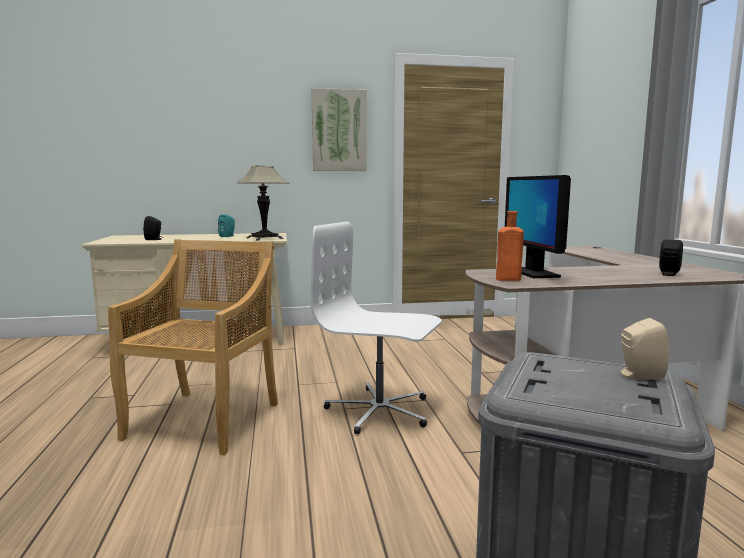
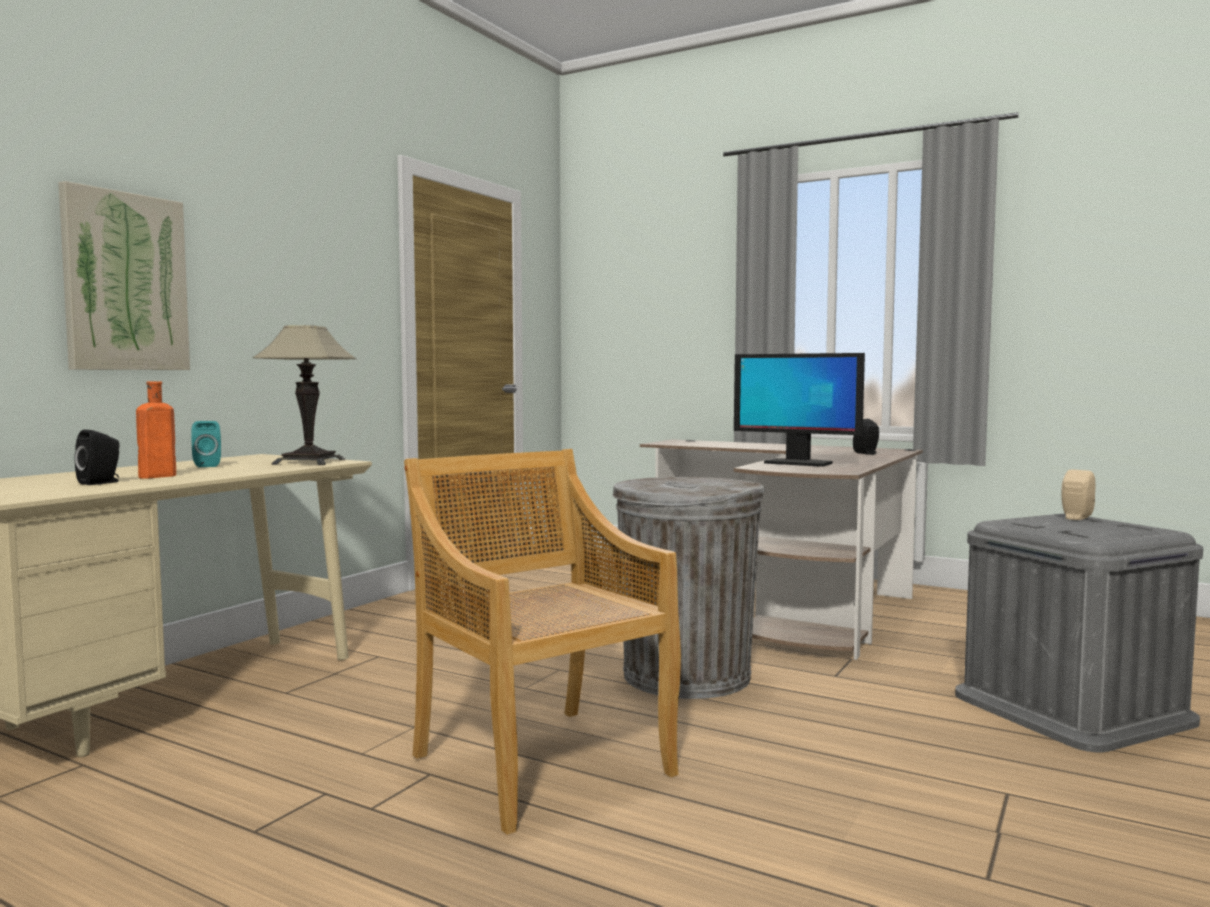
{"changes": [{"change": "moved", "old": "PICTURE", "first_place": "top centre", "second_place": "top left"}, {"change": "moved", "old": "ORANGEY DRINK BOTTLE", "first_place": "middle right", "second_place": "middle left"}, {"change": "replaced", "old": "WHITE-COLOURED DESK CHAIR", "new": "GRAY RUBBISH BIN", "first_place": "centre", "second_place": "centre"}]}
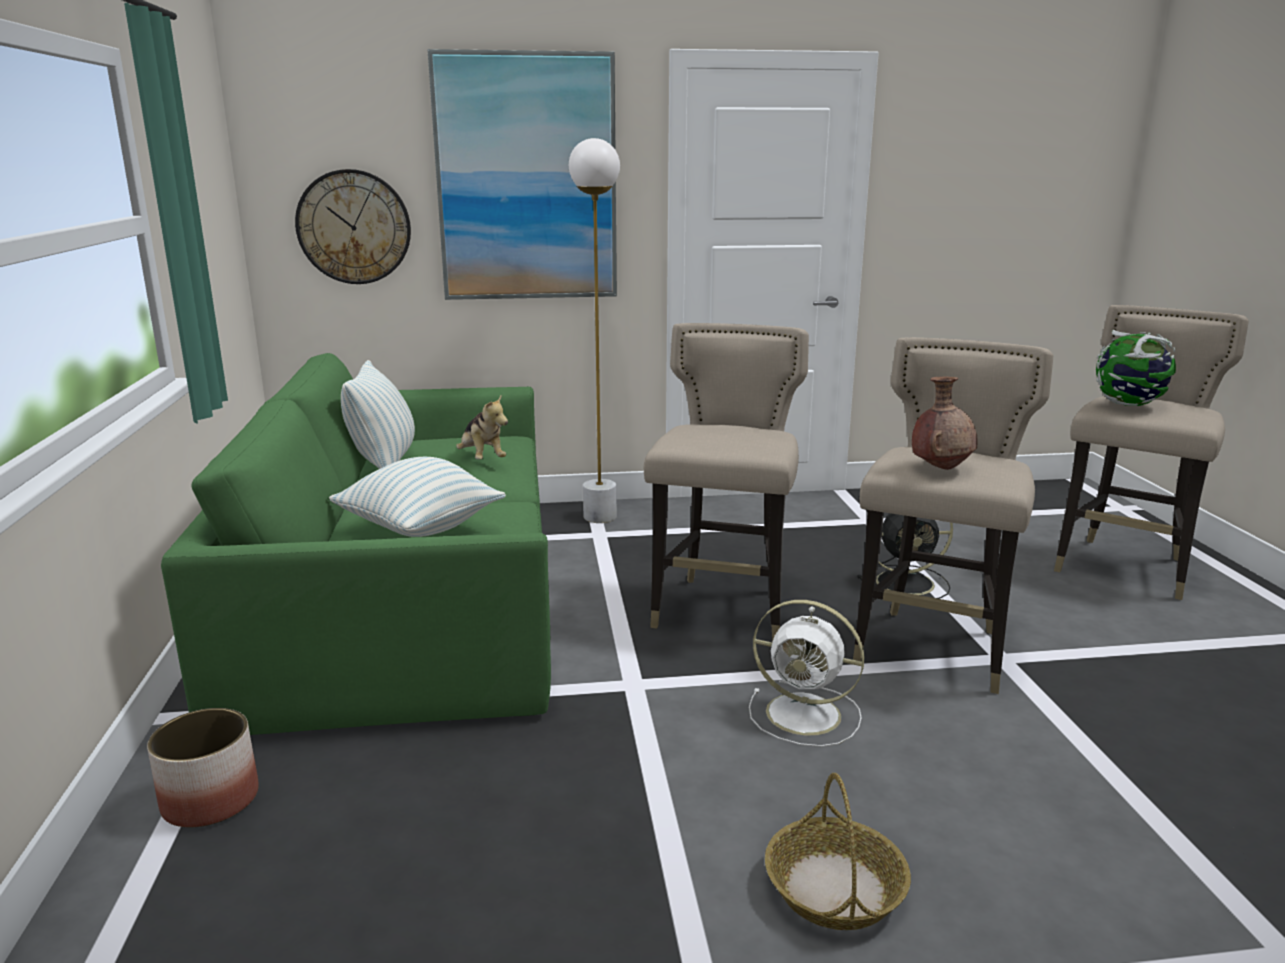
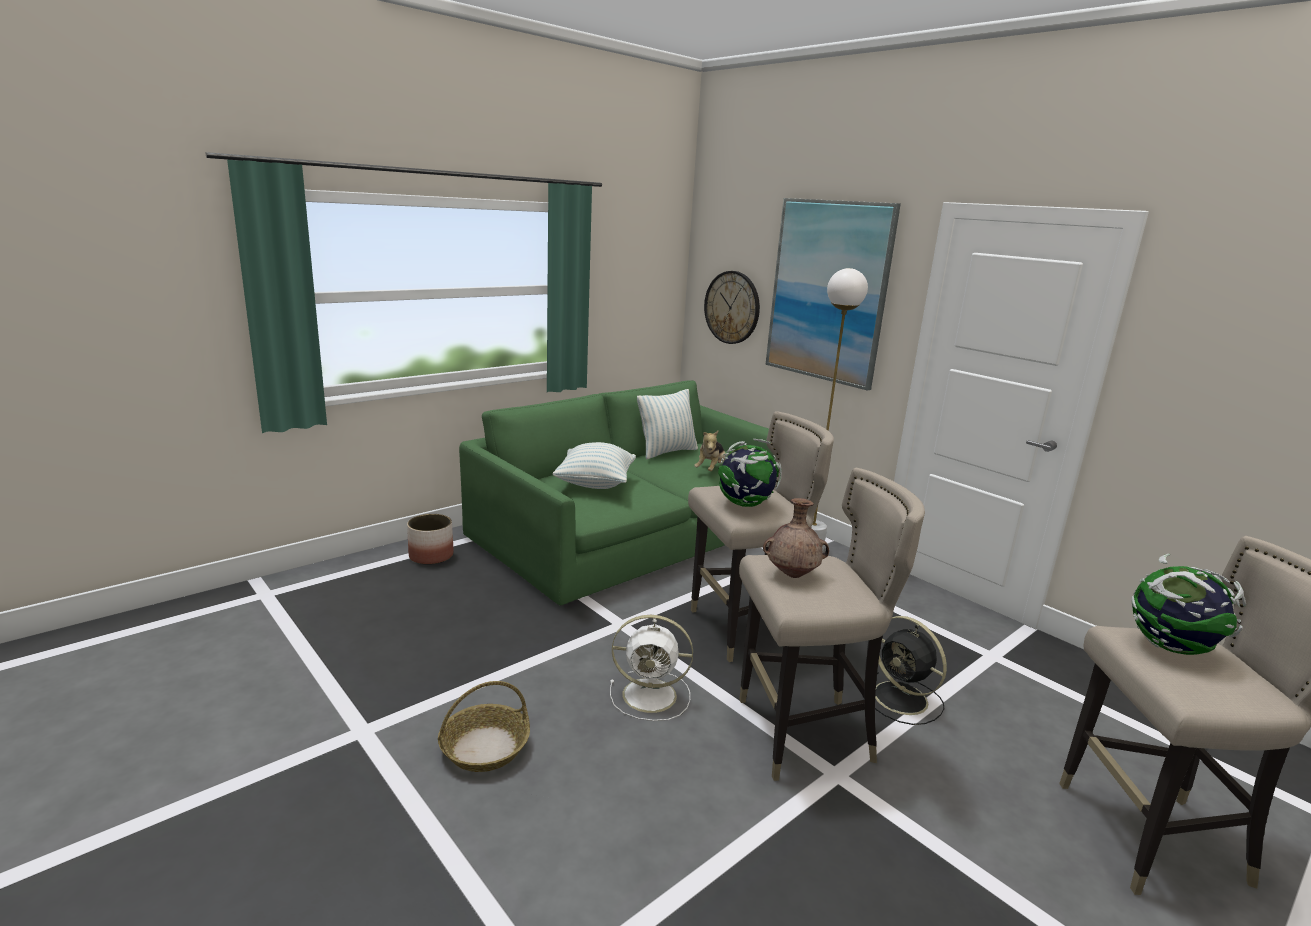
{"changes": [{"change": "turned", "old": "WHITE-COLOURED COOLING FAN", "first_place": "bottom centre", "second_place": "bottom centre", "degrees": -75}, {"change": "added", "new": "DESK GLOBE (1st from left)", "second_place": "centre"}]}
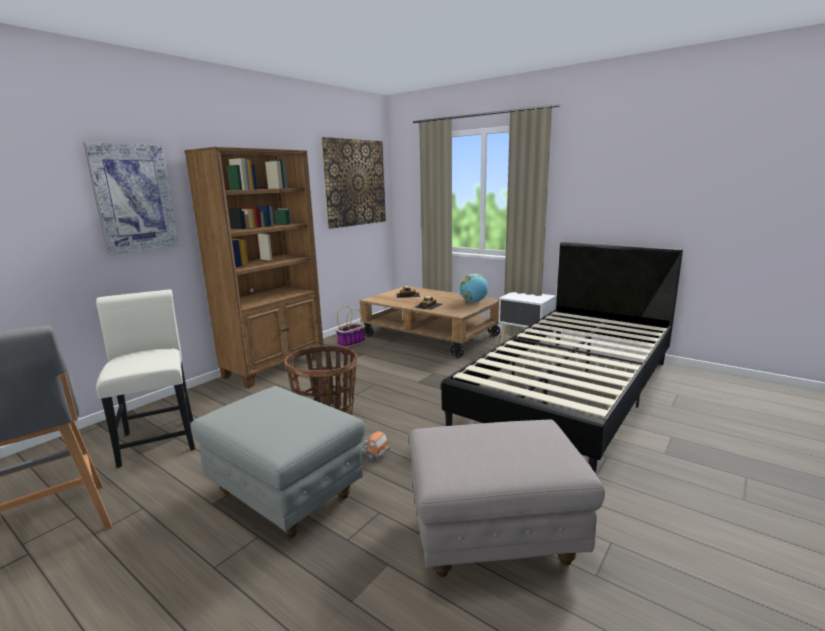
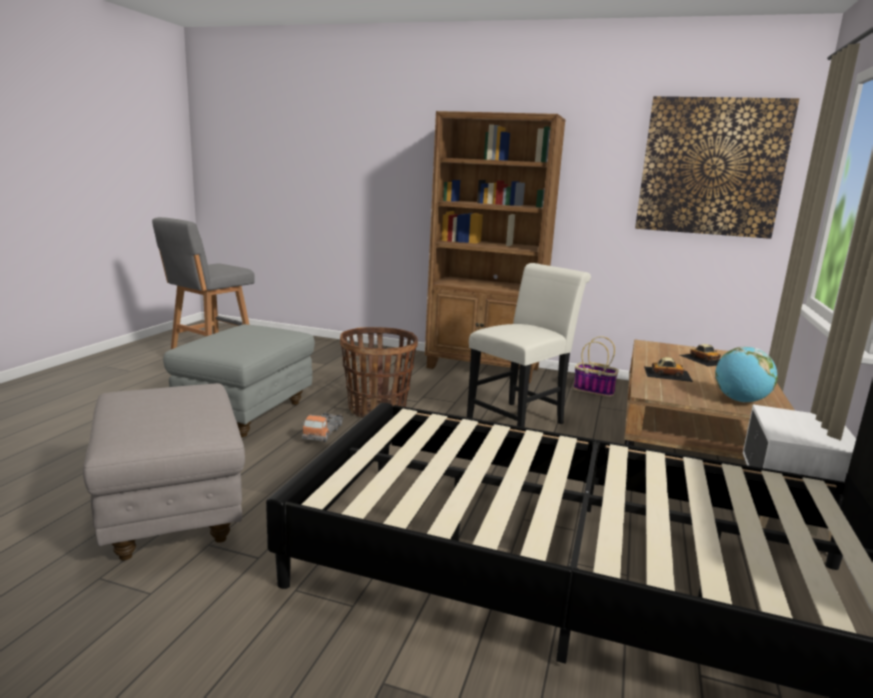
{"changes": [{"change": "moved", "old": "WHITE-COLOURED CHAIR", "first_place": "middle left", "second_place": "centre"}, {"change": "removed", "old": "PICTURE (1st from left)", "first_place": "top left"}]}
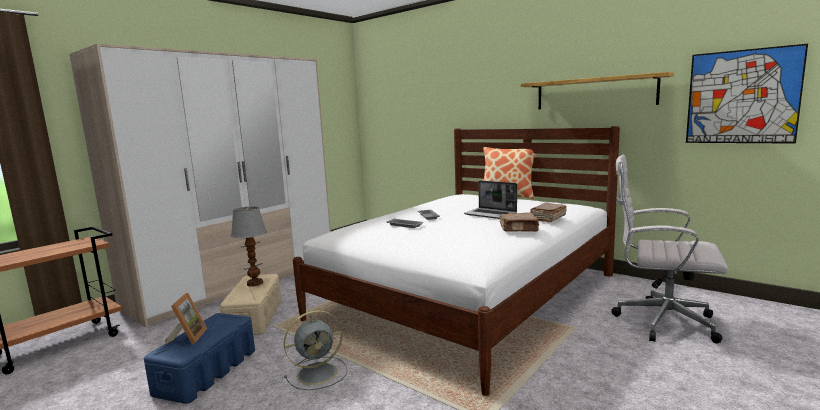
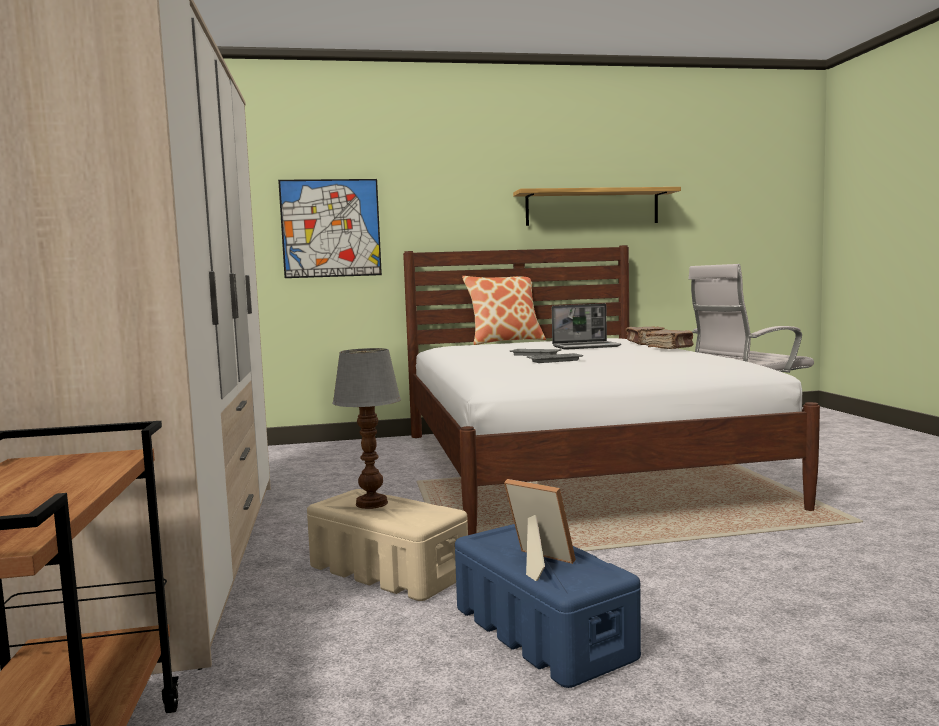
{"changes": [{"change": "moved", "old": "PICTURE", "first_place": "top right", "second_place": "top centre"}, {"change": "removed", "old": "GRAY COOLING FAN", "first_place": "bottom centre"}]}
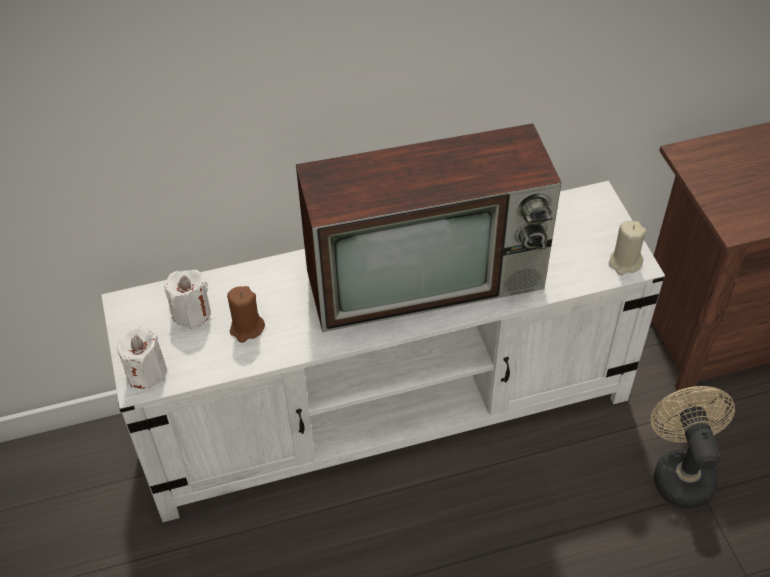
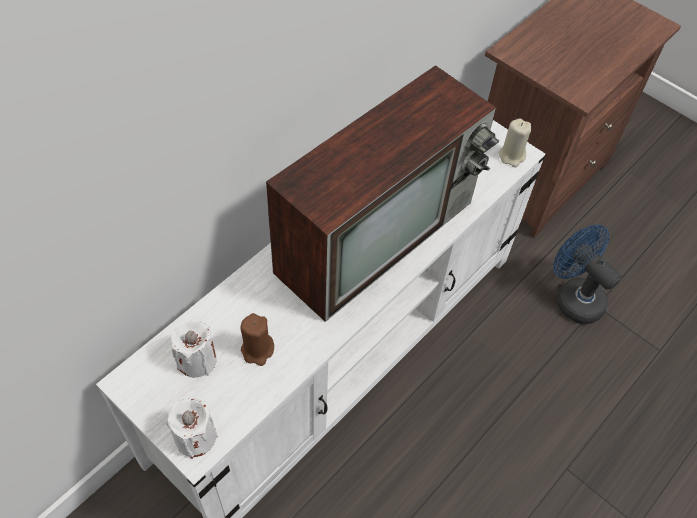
{"changes": [{"change": "recoloured", "old": "BEIGE-COLOURED COOLING FAN", "new": "BLUISH COOLING FAN", "first_place": "bottom right", "second_place": "middle right"}]}
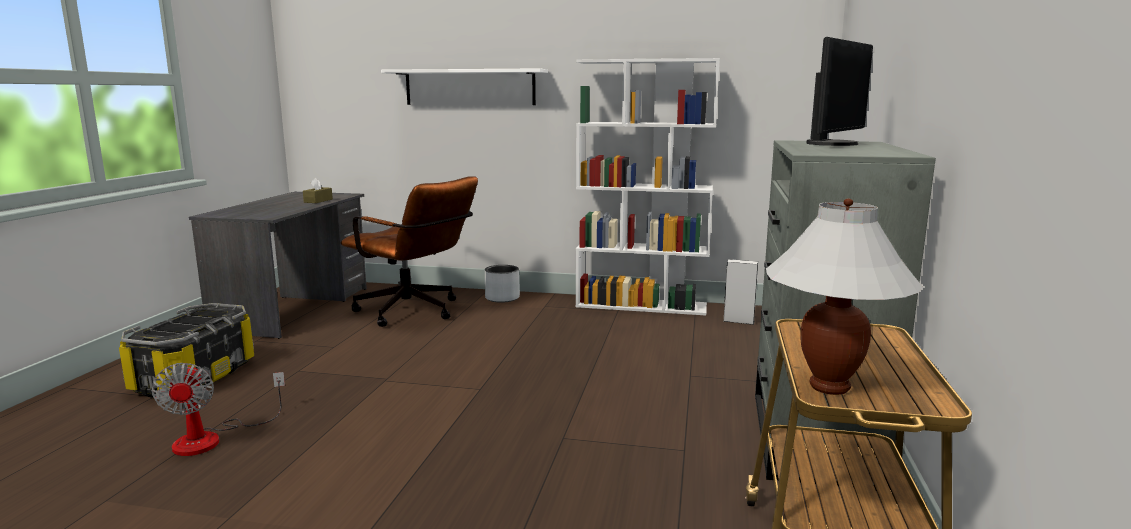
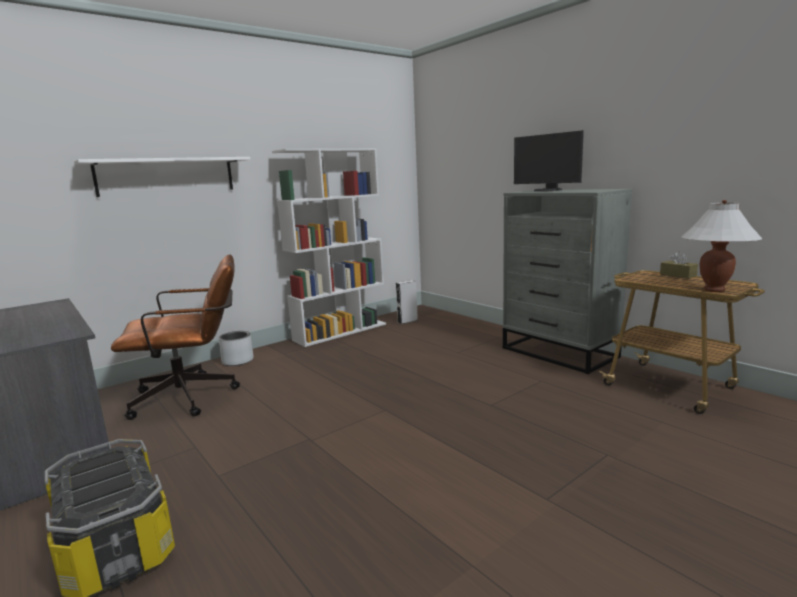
{"changes": [{"change": "turned", "old": "COMPUTER SCREEN", "first_place": "top right", "second_place": "top right", "degrees": 150}, {"change": "moved", "old": "BROWN-COLOURED TISSUE HOLDER", "first_place": "middle left", "second_place": "middle right"}, {"change": "removed", "old": "COOLING FAN", "first_place": "bottom left"}]}
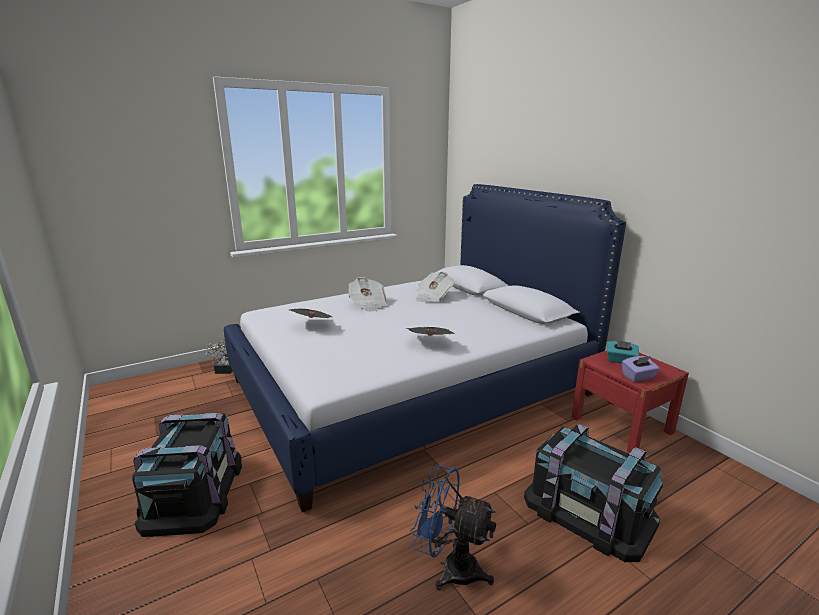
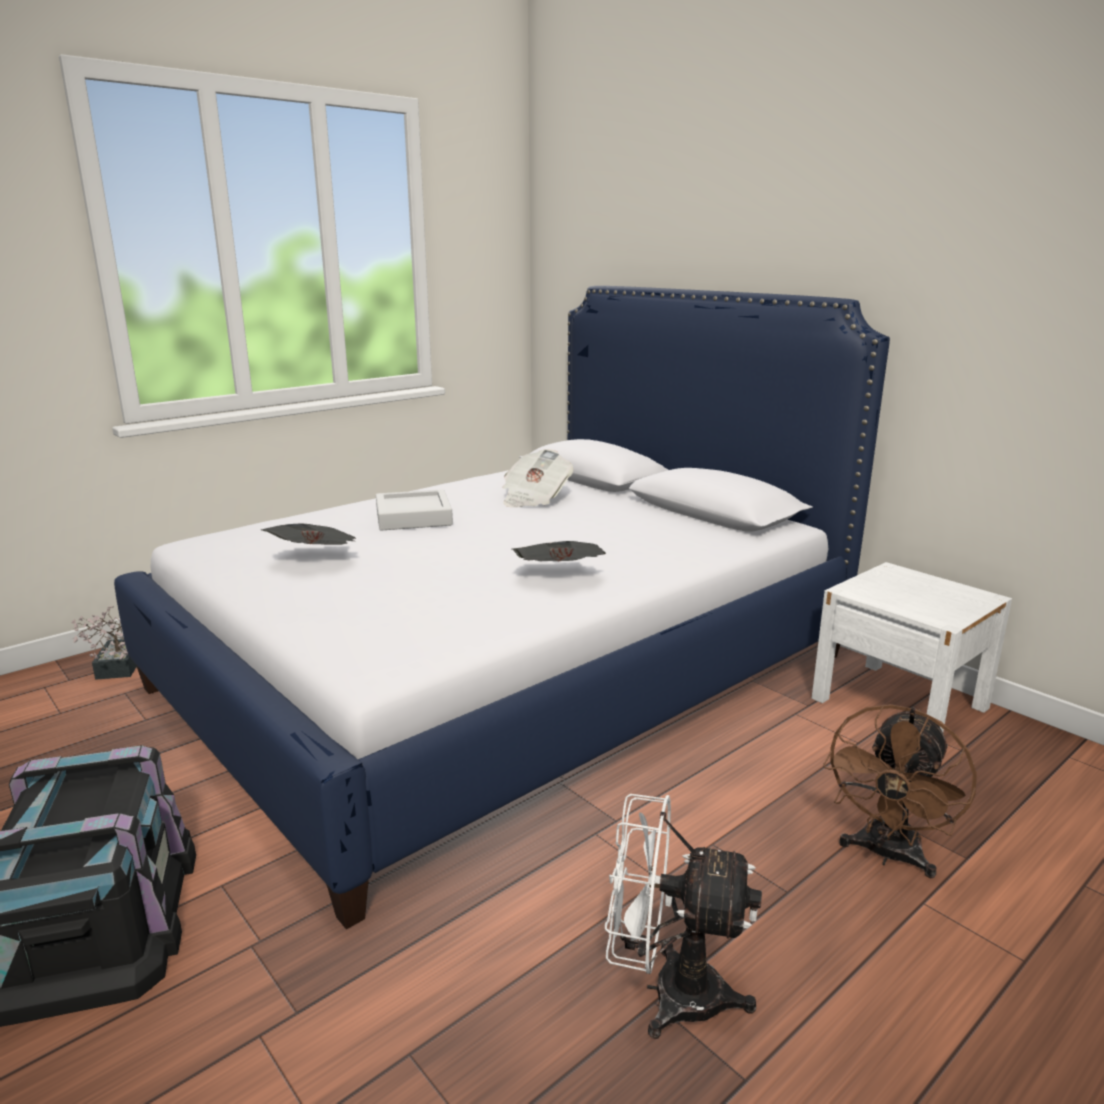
{"changes": [{"change": "replaced", "old": "NEWSPAPER (2nd from left)", "new": "GRAY TRAY", "first_place": "centre", "second_place": "centre"}, {"change": "recoloured", "old": "BLUISH COOLING FAN", "new": "WHITE-COLOURED COOLING FAN", "first_place": "bottom centre", "second_place": "bottom centre"}, {"change": "recoloured", "old": "RED NIGHTSTAND", "new": "WHITE-COLOURED NIGHTSTAND", "first_place": "middle right", "second_place": "middle right"}, {"change": "replaced", "old": "BLACK STORAGE BIN (2nd from left)", "new": "BROWN-COLOURED COOLING FAN", "first_place": "bottom right", "second_place": "bottom right"}, {"change": "removed", "old": "TURQUOISE TISSUE HOLDER", "first_place": "middle right"}, {"change": "removed", "old": "PURPLE TISSUE HOLDER", "first_place": "middle right"}]}
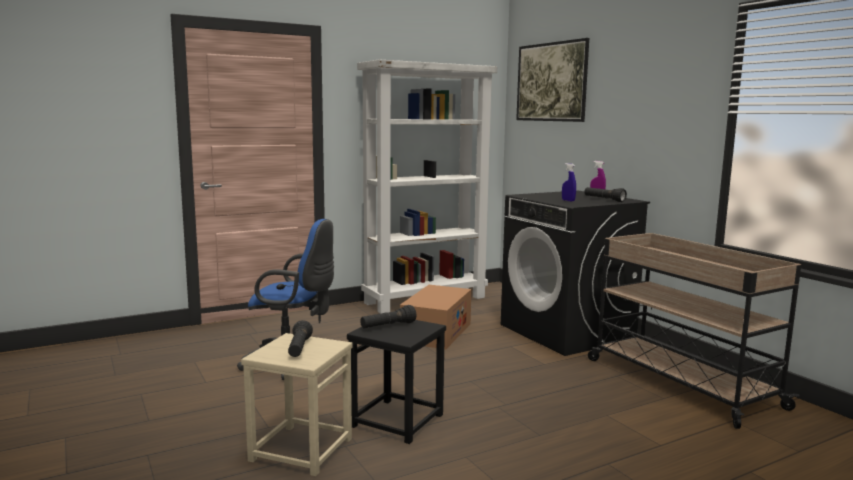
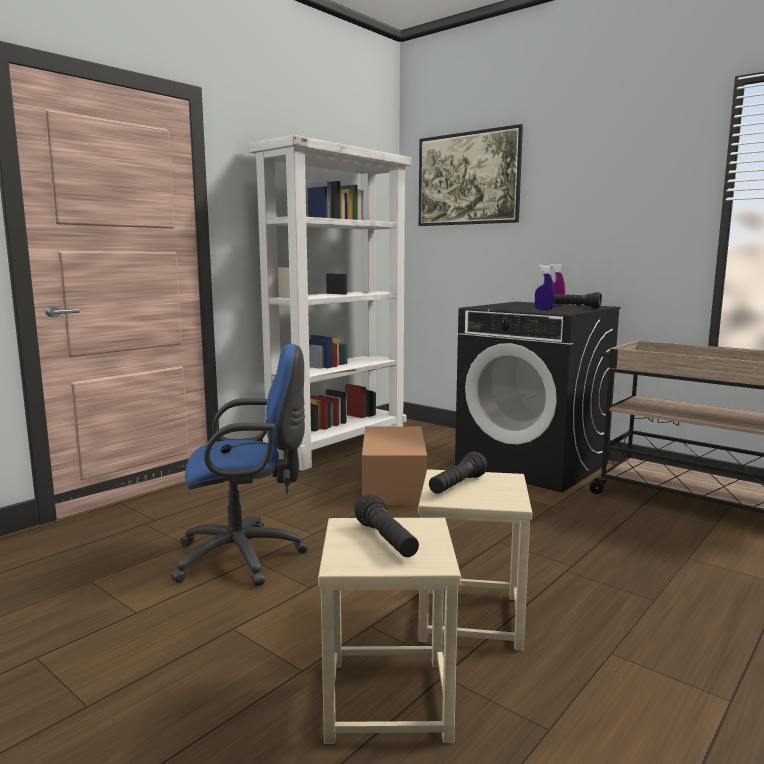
{"changes": [{"change": "recoloured", "old": "BLACK STOOL SEAT", "new": "BEIGE-COLOURED STOOL SEAT (2nd from left)", "first_place": "bottom centre", "second_place": "bottom centre"}]}
